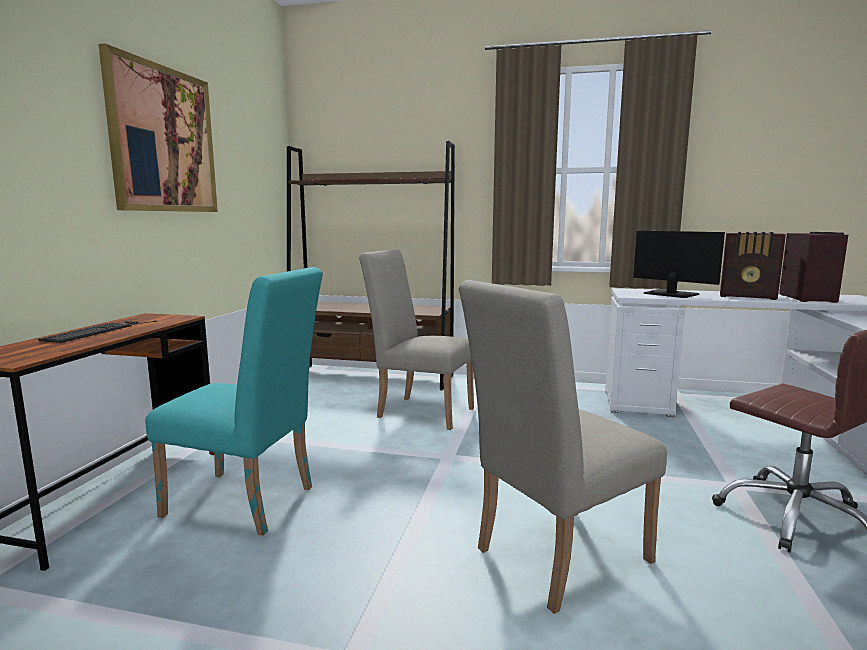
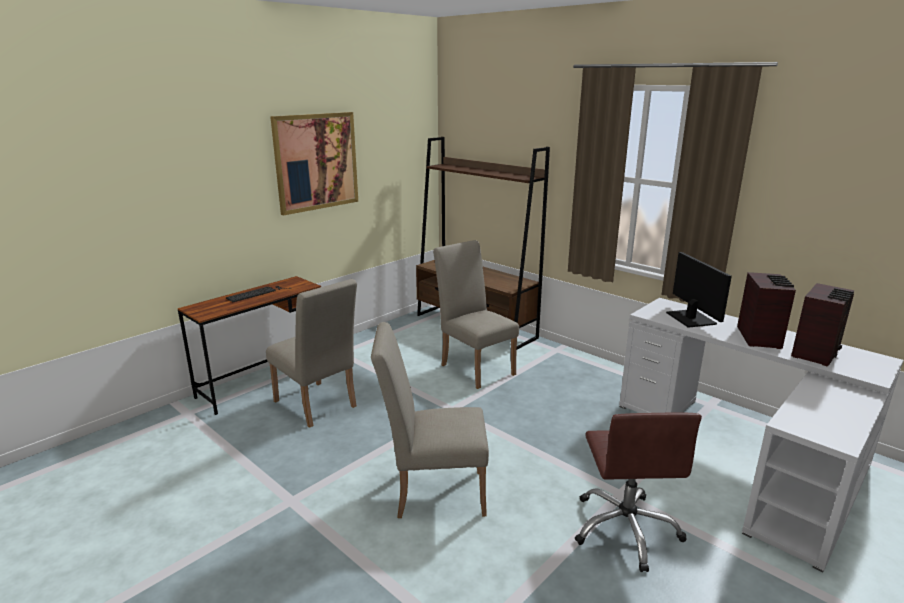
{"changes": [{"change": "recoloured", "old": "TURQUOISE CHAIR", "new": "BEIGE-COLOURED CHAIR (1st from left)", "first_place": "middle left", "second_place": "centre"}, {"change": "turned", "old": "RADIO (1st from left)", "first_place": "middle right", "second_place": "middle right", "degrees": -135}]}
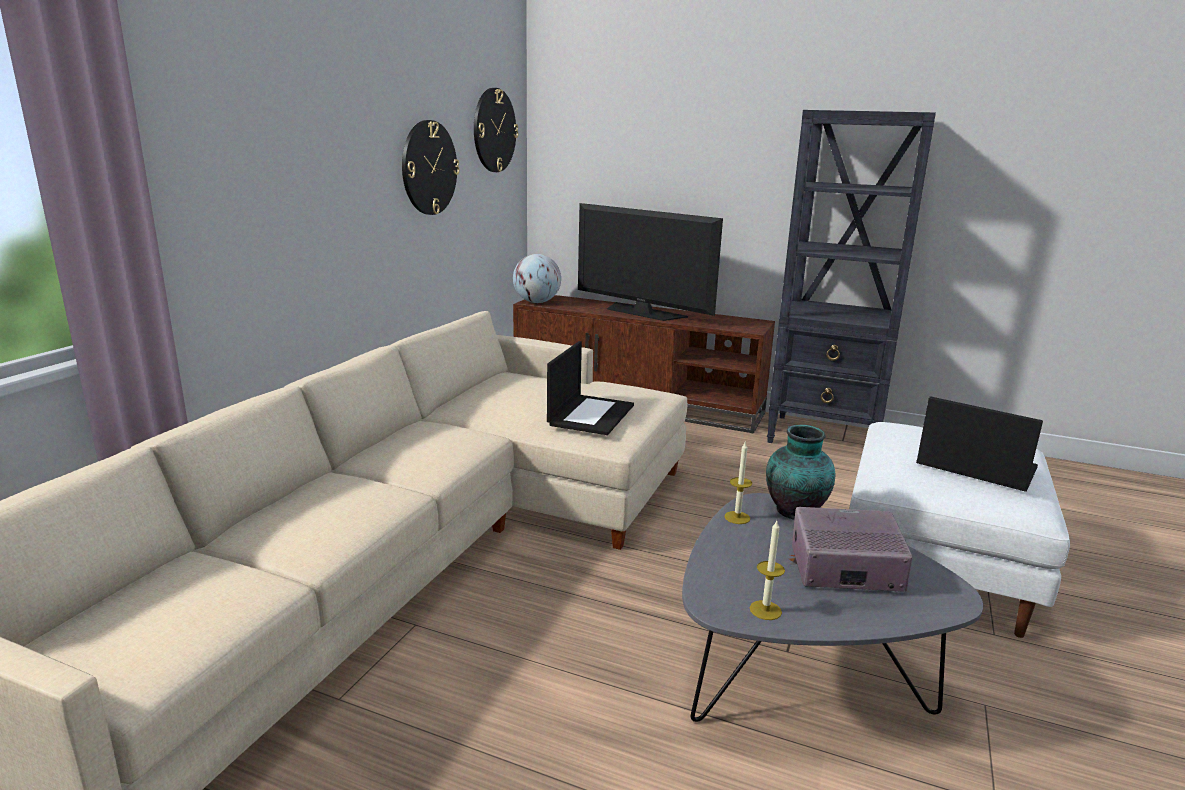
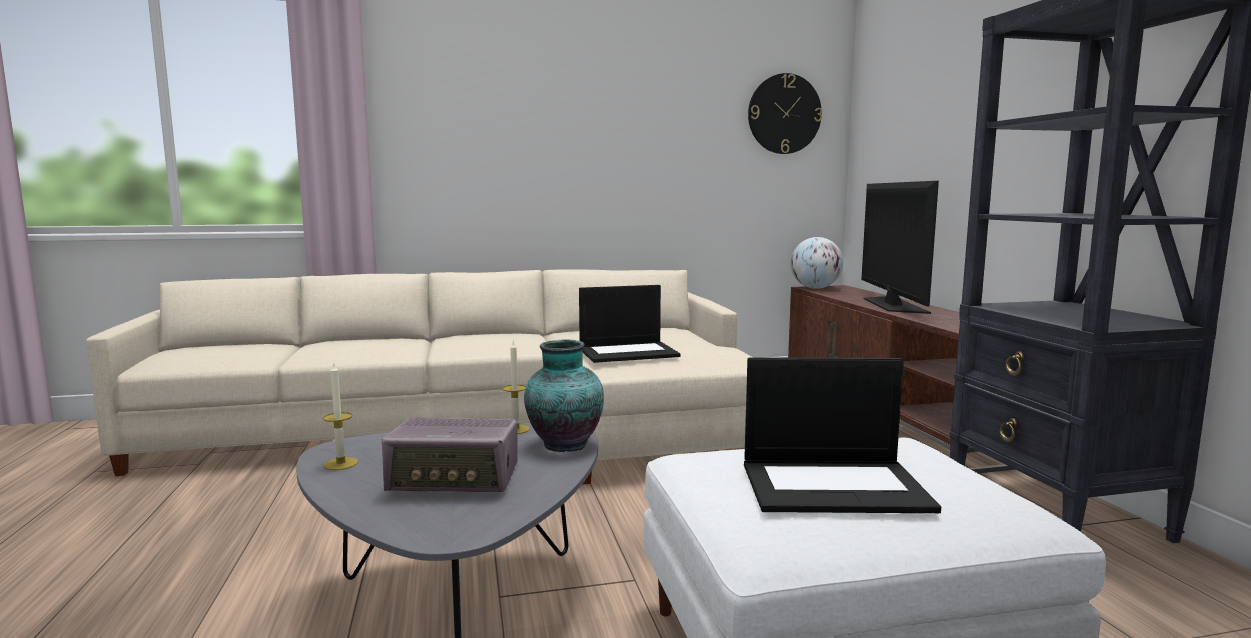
{"changes": [{"change": "turned", "old": "RADIO", "first_place": "bottom right", "second_place": "bottom centre", "degrees": 120}, {"change": "turned", "old": "PORTABLE COMPUTER (2nd from left)", "first_place": "middle right", "second_place": "bottom right", "degrees": 90}, {"change": "removed", "old": "CLOCK ON THE WALL (1st from left)", "first_place": "top centre"}]}
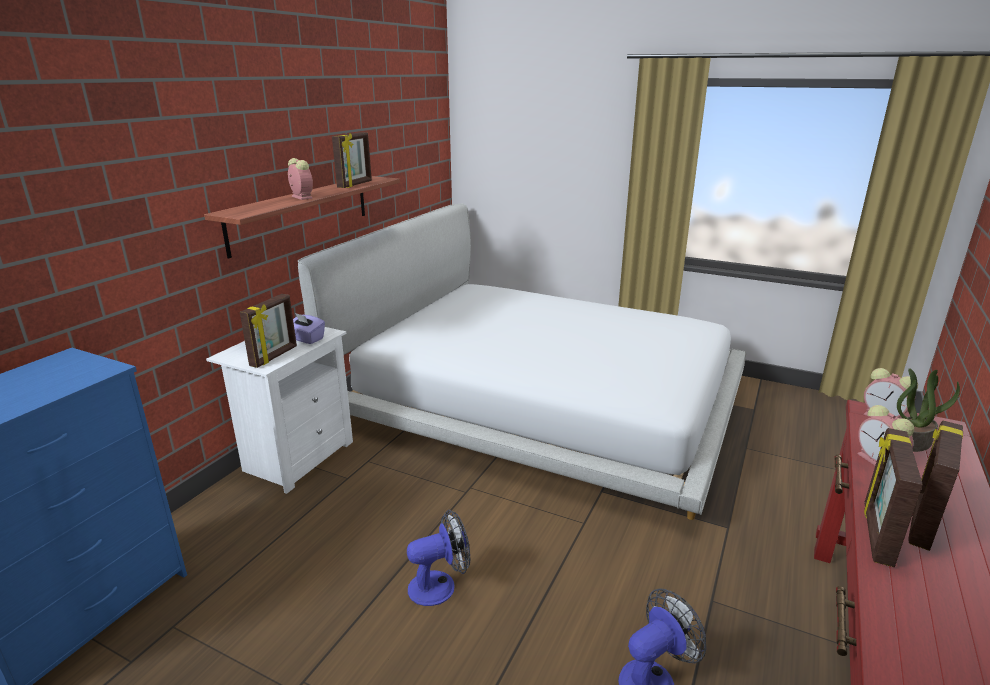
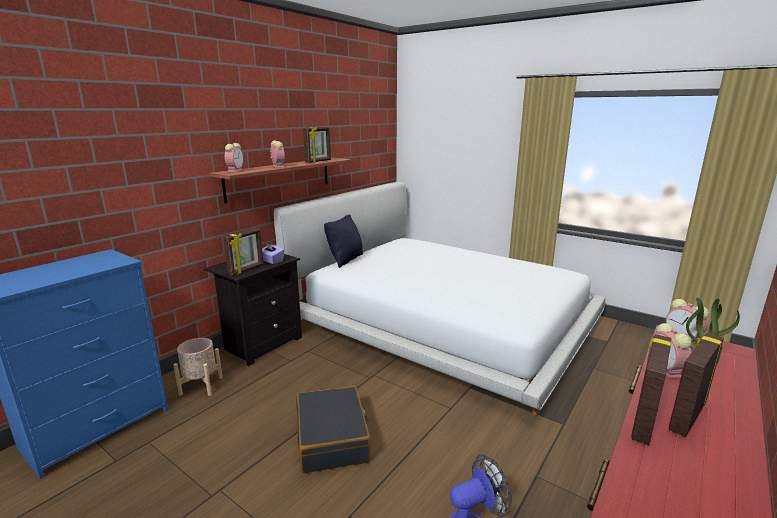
{"changes": [{"change": "added", "new": "BEIGE-COLOURED FLOWER POT", "second_place": "bottom left"}, {"change": "recoloured", "old": "WHITE-COLOURED NIGHTSTAND", "new": "BLACK NIGHTSTAND", "first_place": "middle left", "second_place": "middle left"}, {"change": "added", "new": "TABLE CLOCK (1st from left)", "second_place": "top left"}, {"change": "replaced", "old": "COOLING FAN (1st from left)", "new": "BLACK TRAVEL CASE", "first_place": "bottom centre", "second_place": "bottom centre"}, {"change": "added", "new": "BLACK THROW PILLOW", "second_place": "centre"}]}
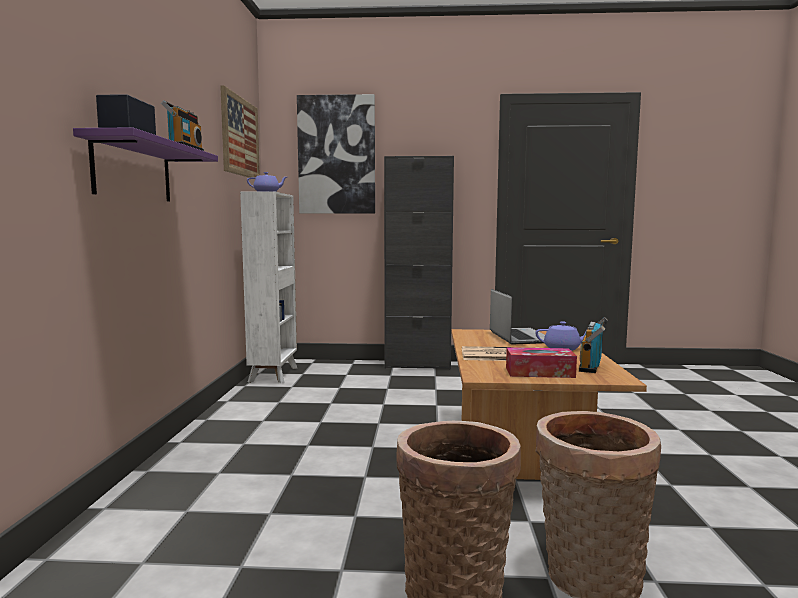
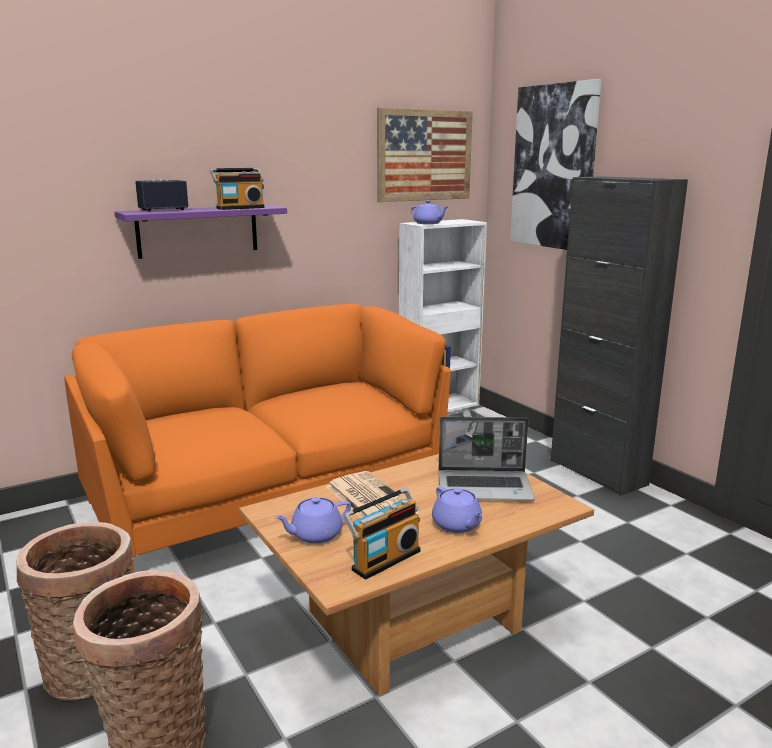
{"changes": [{"change": "added", "new": "ORANGEY COUCH", "second_place": "middle left"}, {"change": "replaced", "old": "TISSUE HOLDER", "new": "PURPLE TEAPOT (1st from left)", "first_place": "middle right", "second_place": "bottom centre"}, {"change": "turned", "old": "RADIO (2nd from left)", "first_place": "middle right", "second_place": "bottom centre", "degrees": 150}, {"change": "turned", "old": "PORTABLE COMPUTER", "first_place": "centre", "second_place": "centre", "degrees": 45}]}
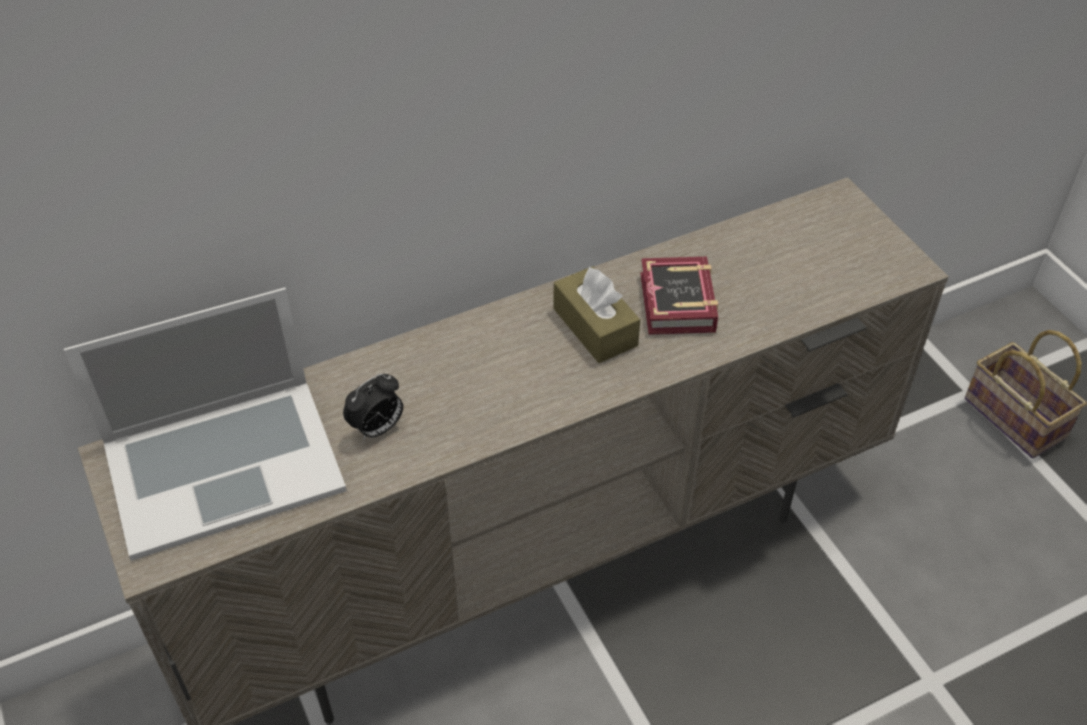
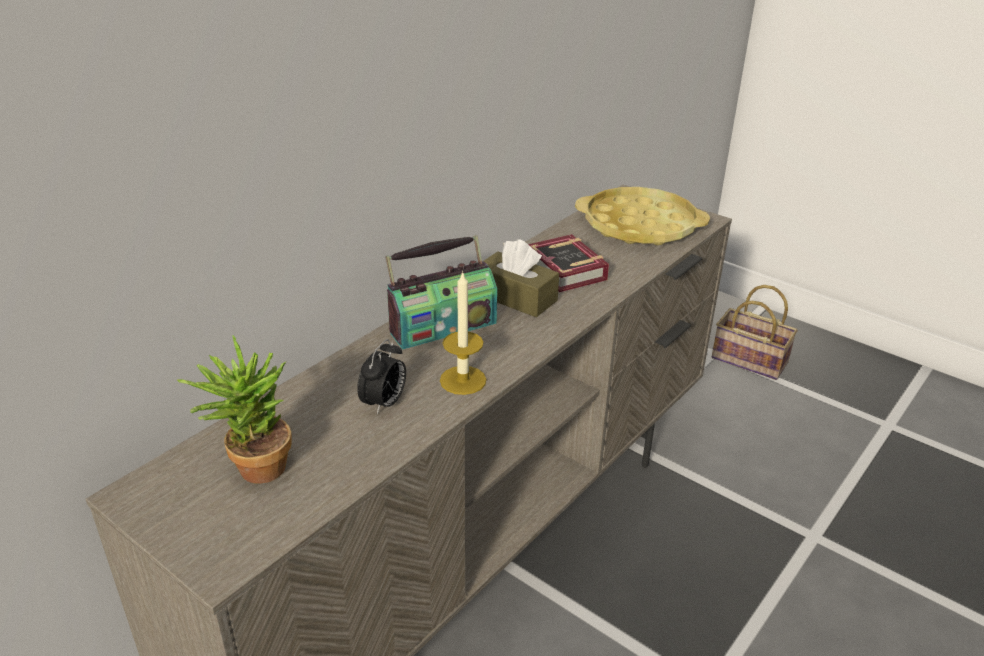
{"changes": [{"change": "replaced", "old": "PORTABLE COMPUTER", "new": "HOUSEPLANT", "first_place": "middle left", "second_place": "middle left"}, {"change": "added", "new": "RADIO", "second_place": "centre"}, {"change": "added", "new": "WAX CANDLE", "second_place": "centre"}, {"change": "added", "new": "YELLOW-COLOURED TRAY", "second_place": "top centre"}]}
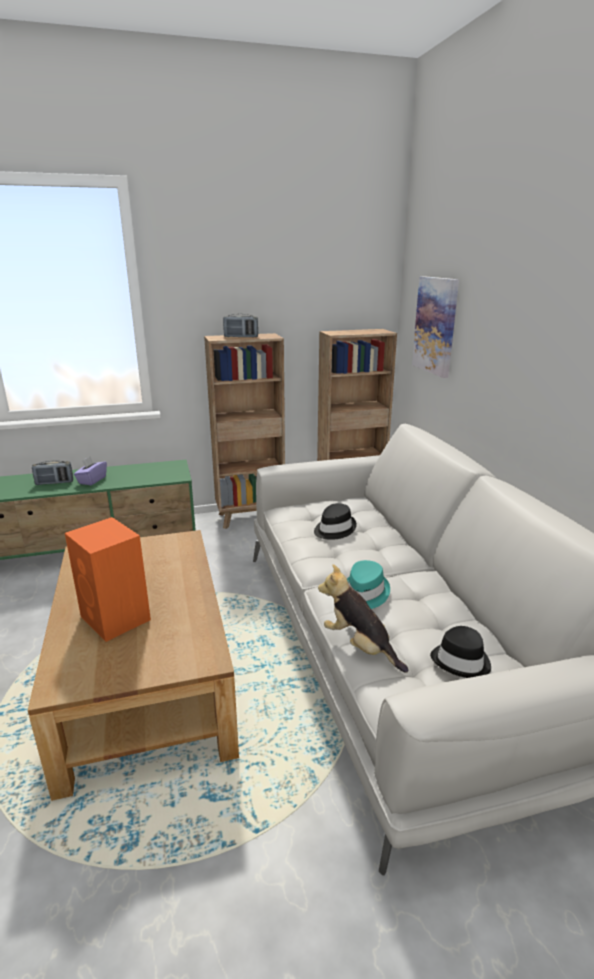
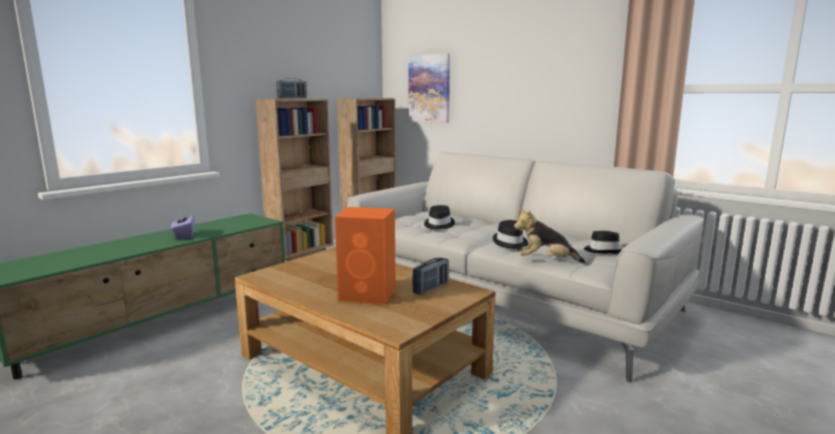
{"changes": [{"change": "moved", "old": "RADIO (1st from left in the first image)", "new": "RADIO (2nd from left)", "first_place": "middle left", "second_place": "centre"}, {"change": "recoloured", "old": "TURQUOISE WEARABLE HAT", "new": "BLACK WEARABLE HAT (2nd from left)", "first_place": "centre", "second_place": "centre"}]}
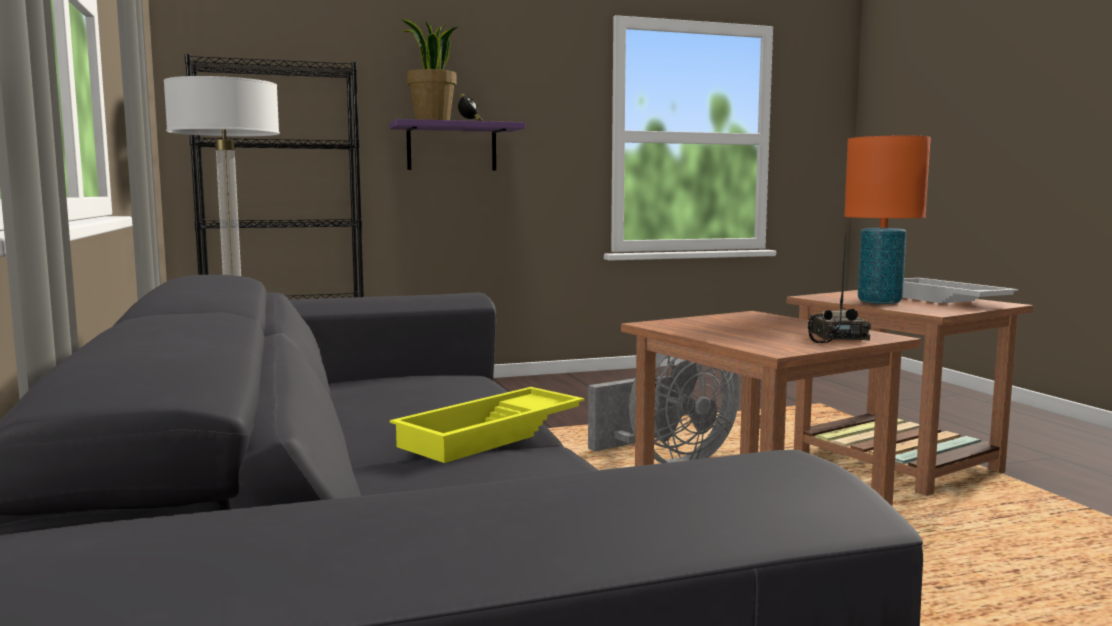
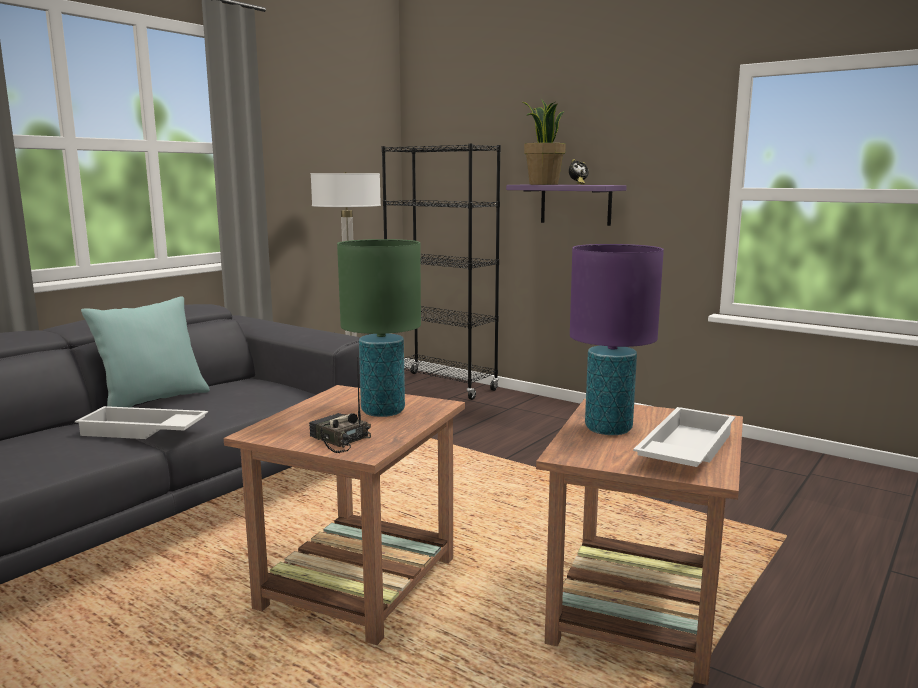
{"changes": [{"change": "recoloured", "old": "YELLOW-COLOURED TRAY", "new": "WHITE-COLOURED TRAY (1st from left)", "first_place": "bottom centre", "second_place": "middle left"}, {"change": "added", "new": "TURQUOISE THROW PILLOW", "second_place": "middle left"}, {"change": "turned", "old": "RADIO", "first_place": "middle right", "second_place": "centre", "degrees": -105}, {"change": "added", "new": "GREEN-COLOURED TABLETOP LAMP", "second_place": "centre"}, {"change": "recoloured", "old": "ORANGEY TABLETOP LAMP", "new": "PURPLE TABLETOP LAMP", "first_place": "middle right", "second_place": "middle right"}, {"change": "removed", "old": "GRAY COOLING FAN", "first_place": "centre"}]}
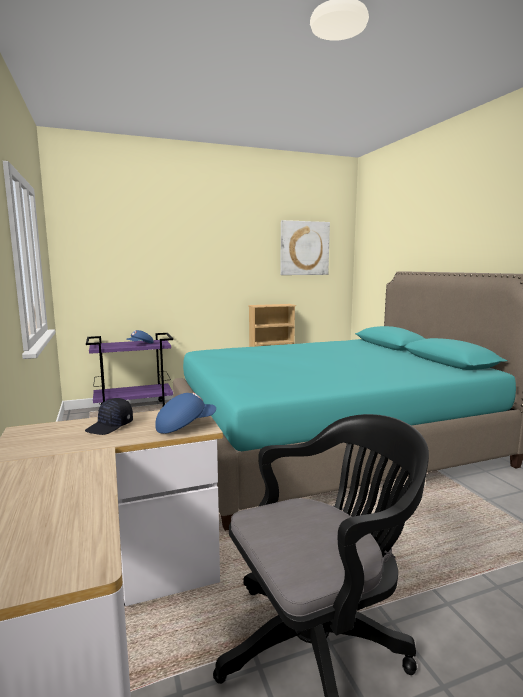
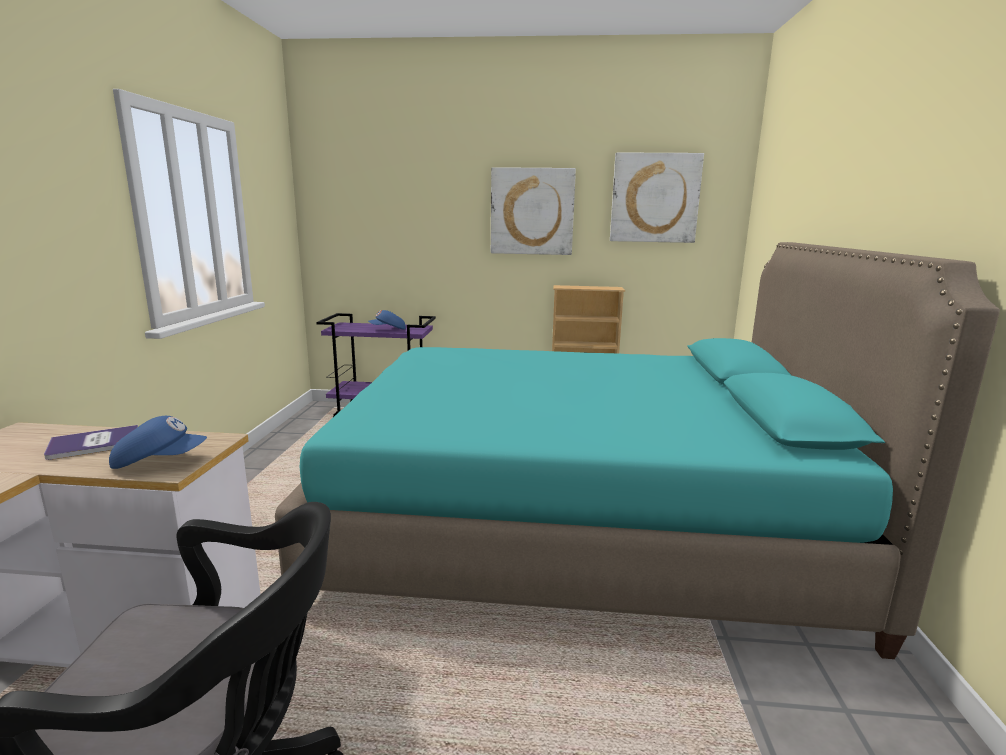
{"changes": [{"change": "replaced", "old": "BLACK PEAKED CAP", "new": "VOLUME", "first_place": "middle left", "second_place": "middle left"}, {"change": "added", "new": "PICTURE (1st from left)", "second_place": "top centre"}]}
